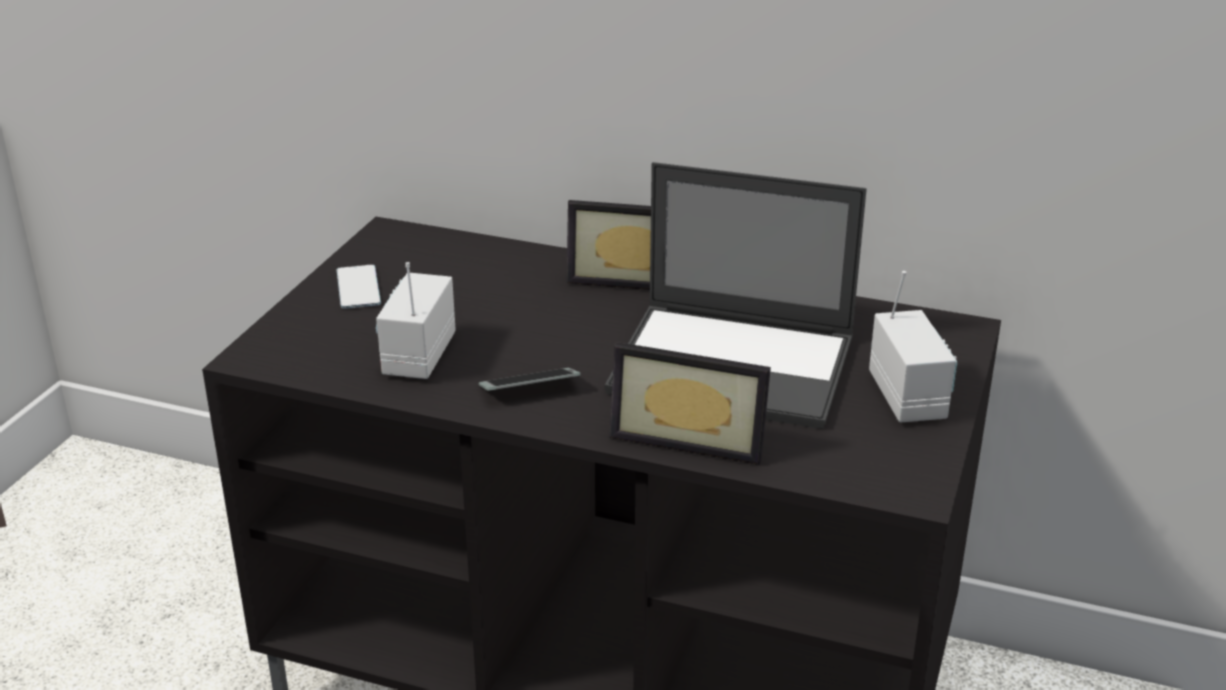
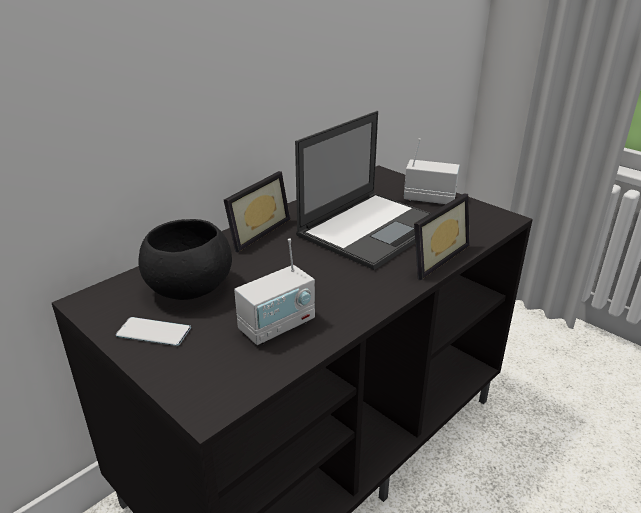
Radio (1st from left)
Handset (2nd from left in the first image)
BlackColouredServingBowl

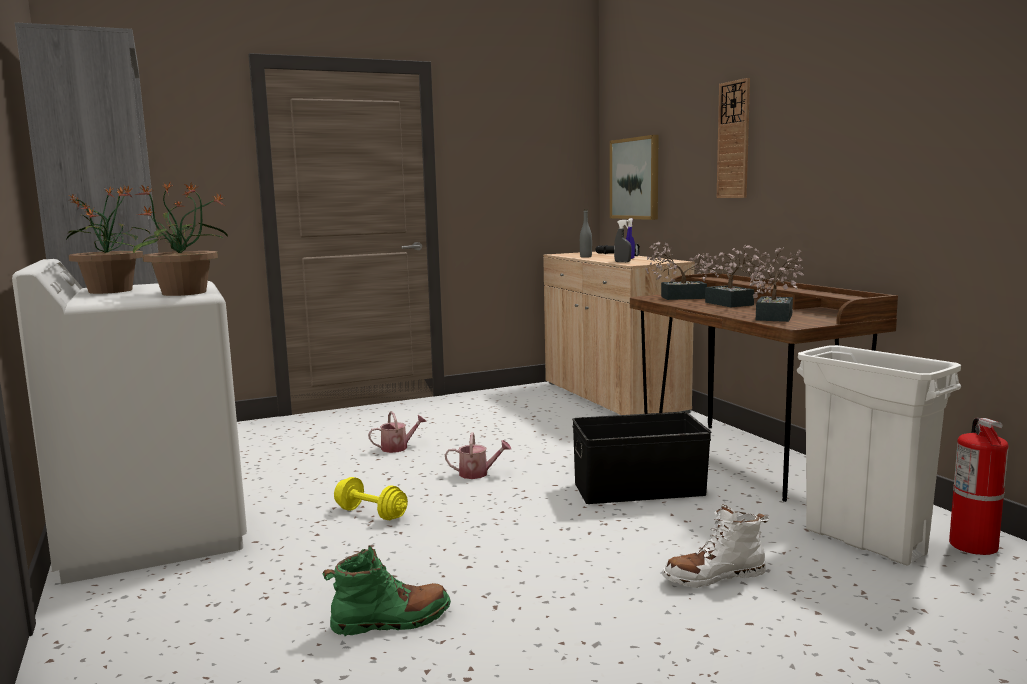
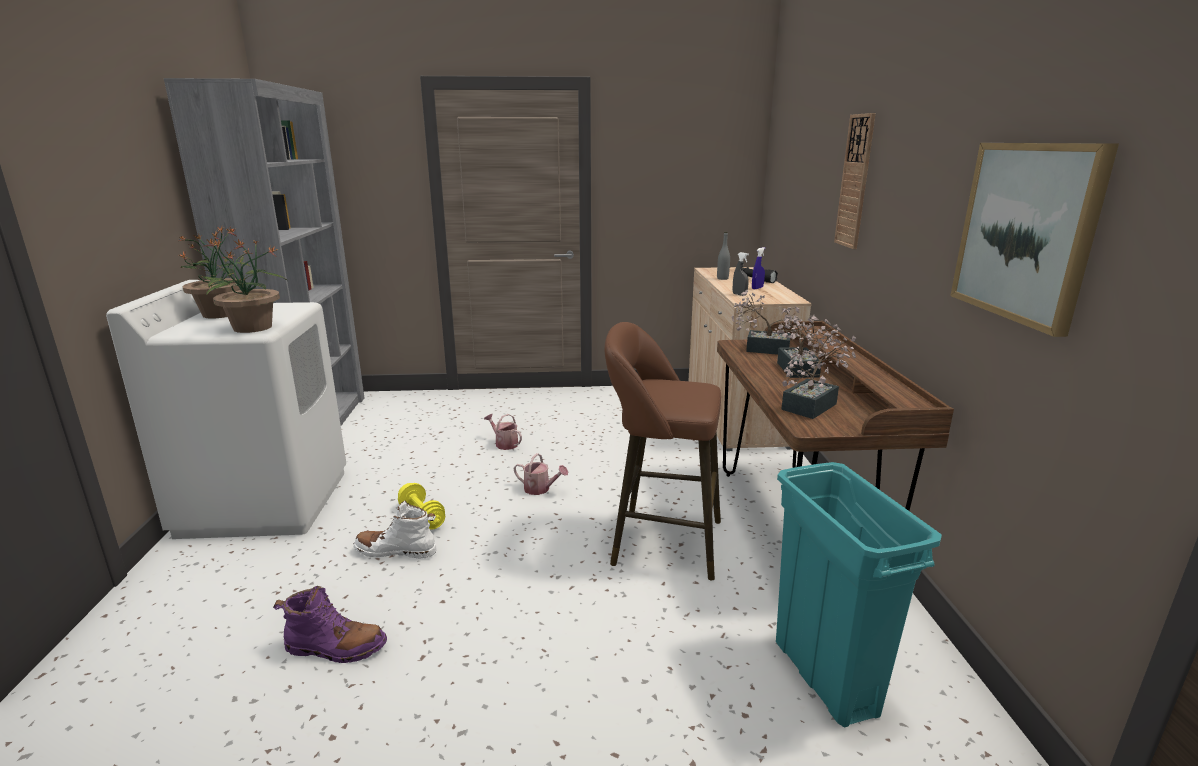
PurpleBoot
SprinklingCan (1st from left)
BrownColouredSittingStool
Picture
WhiteColouredBoot
BlueGreenRubbishBin
Extinguisher

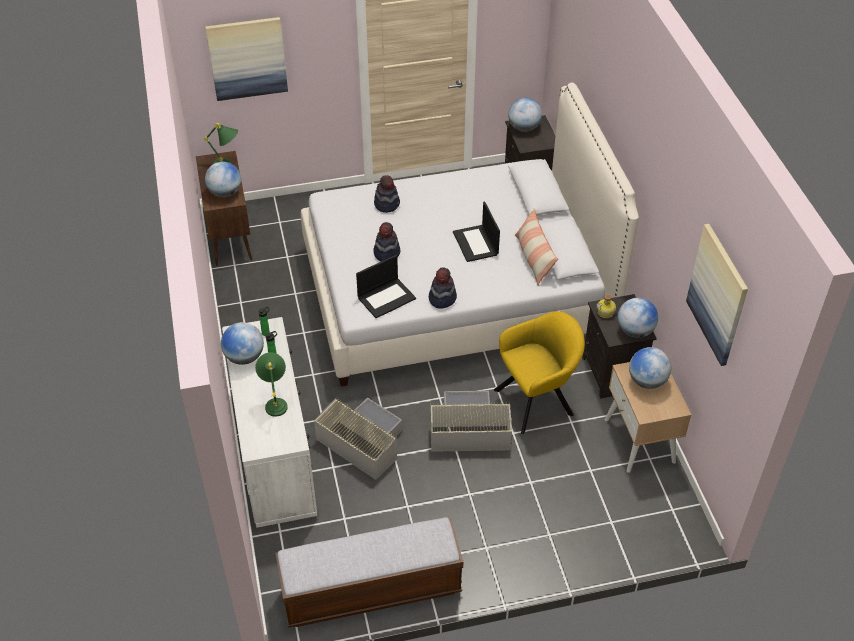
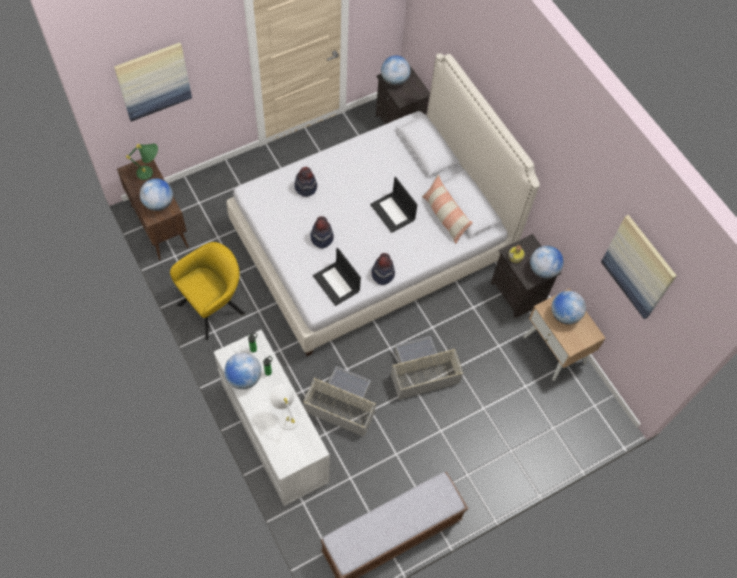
WhiteColouredTabletopLamp
NotebookComputer (1st from left)
YellowishArmchair

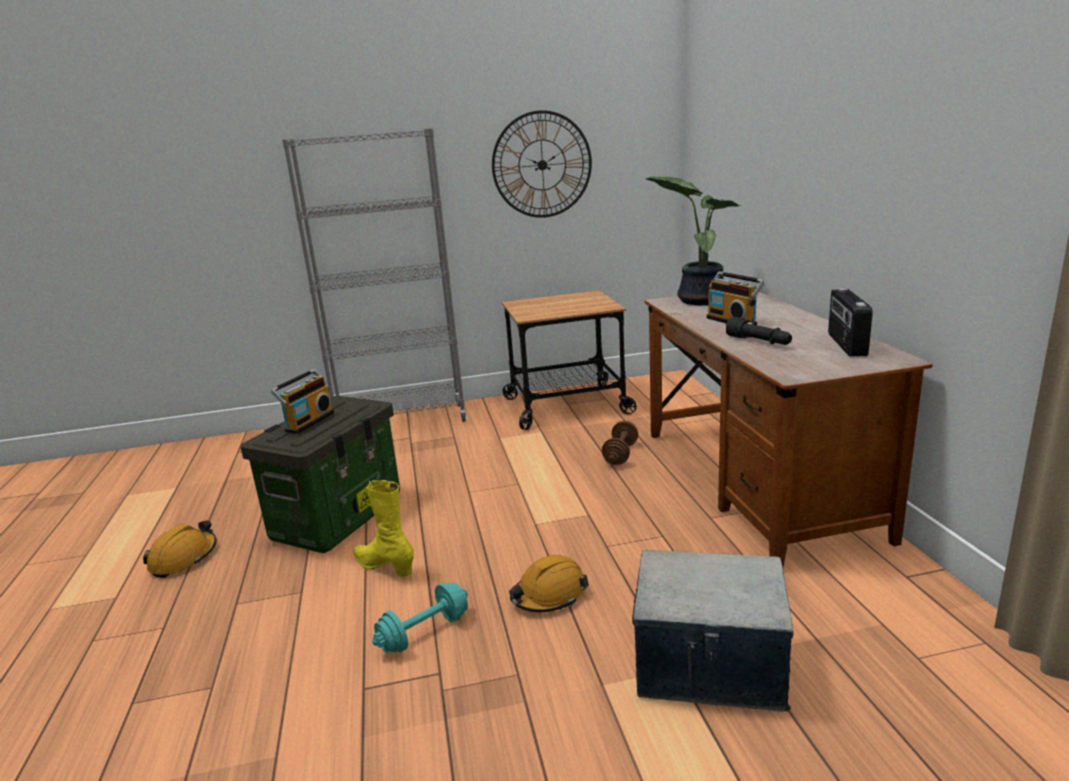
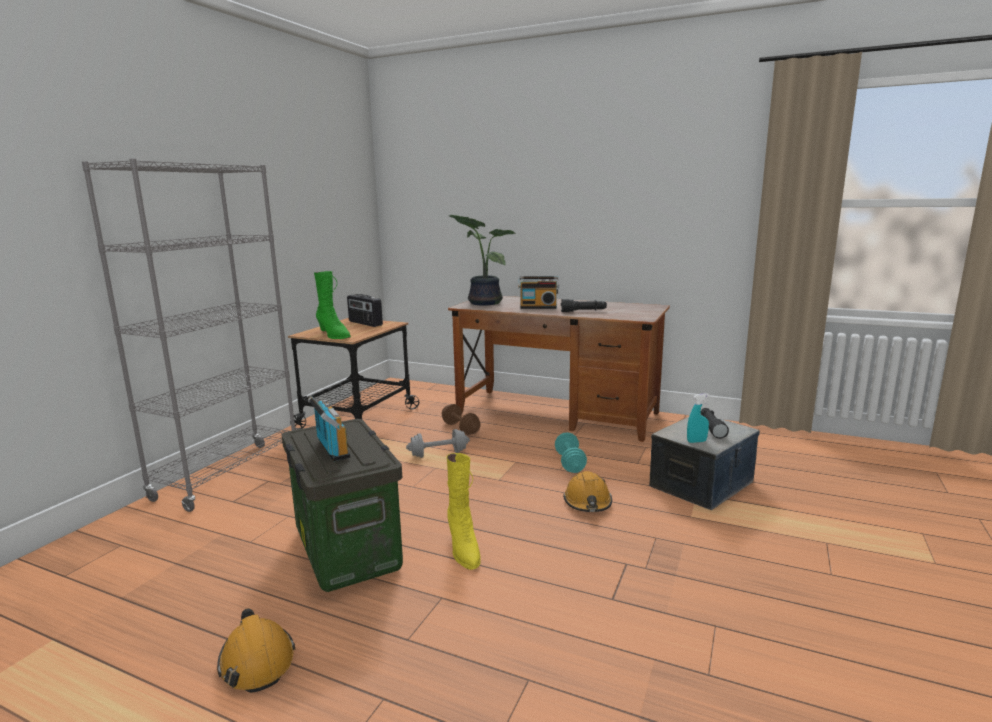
YellowishBoot
BlueGreenHandWeight
HangingClock
Radio (2nd from left)
GreenBoot
GreyishHandWeight
BlueGreenSprayBottle
BlackColouredTorch (2nd from left)

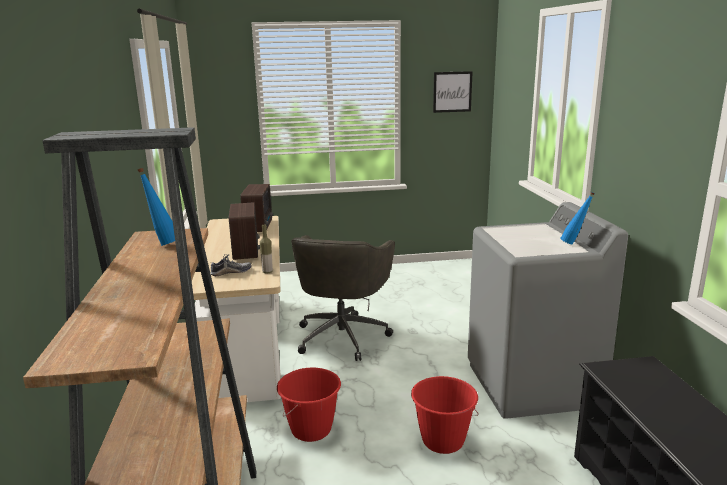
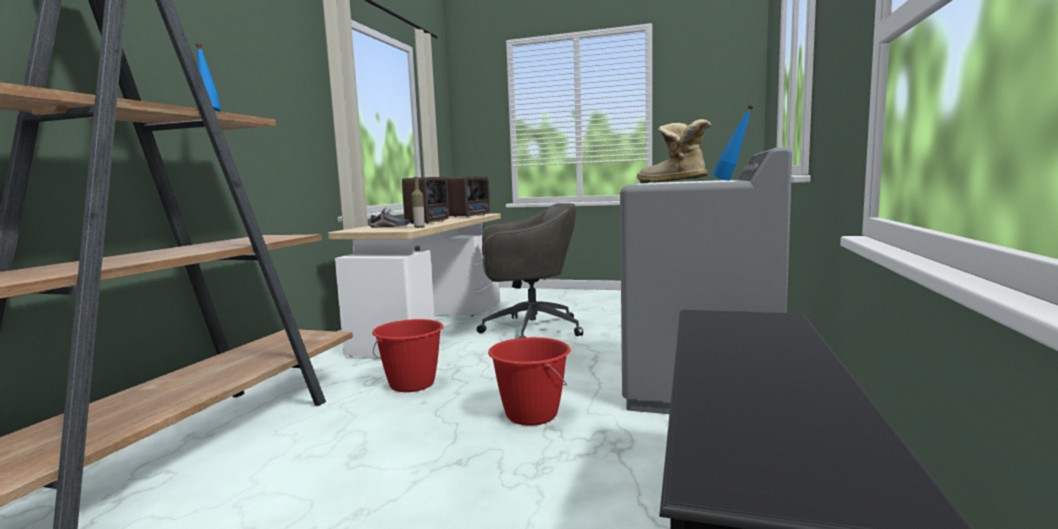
GreyishOfficeChair
Picture
Boot

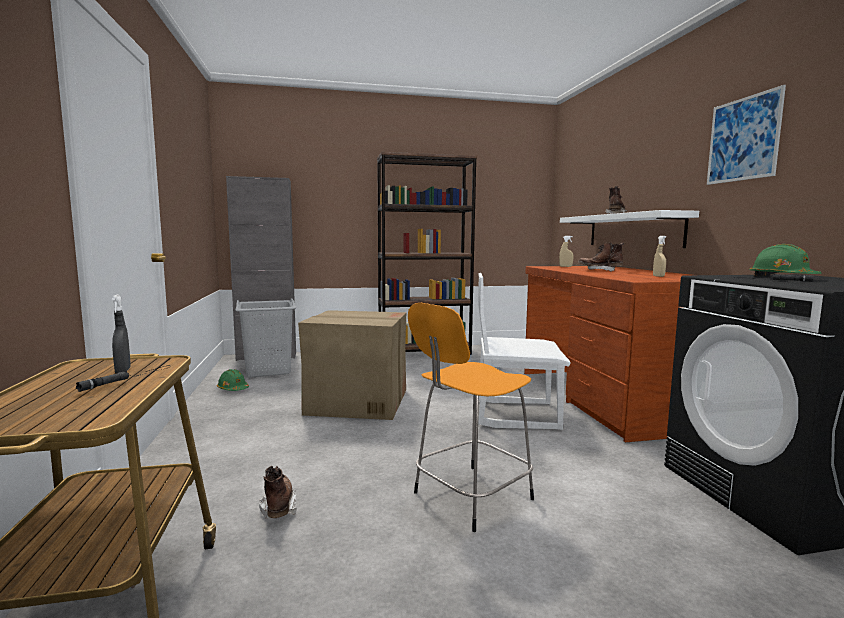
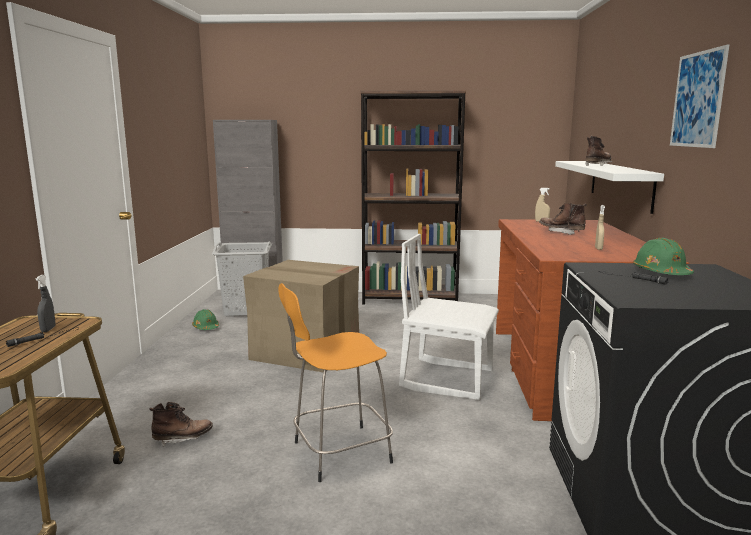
BrownColouredBoot (1st from left)

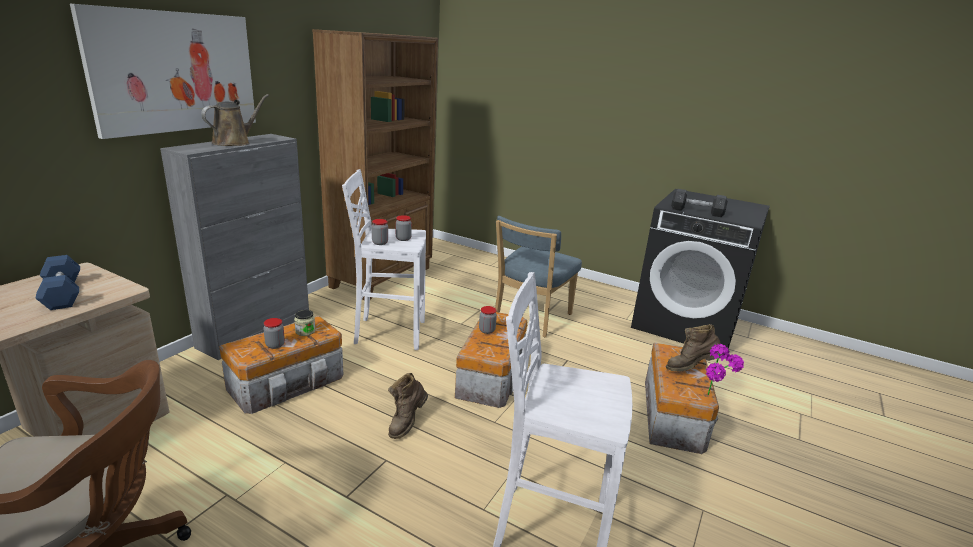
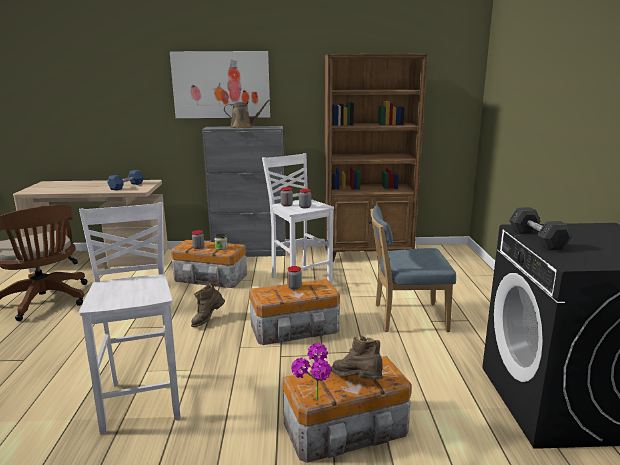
BrownColouredBoot (1st from left)

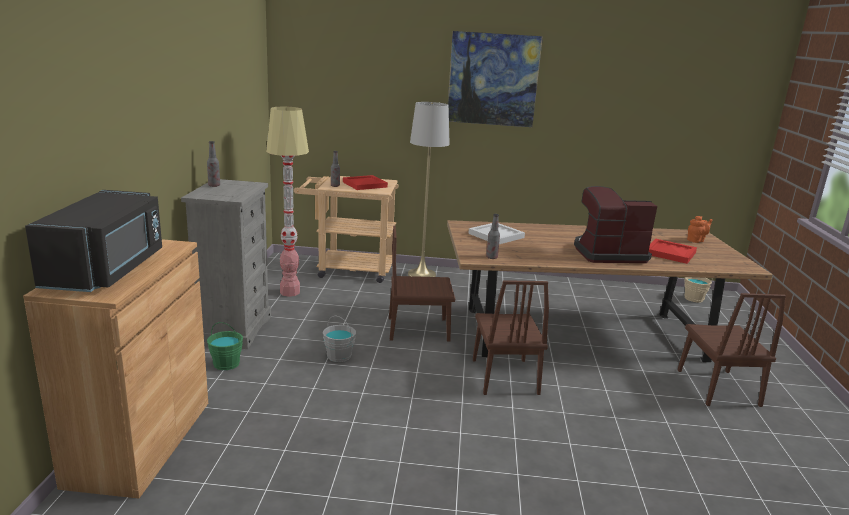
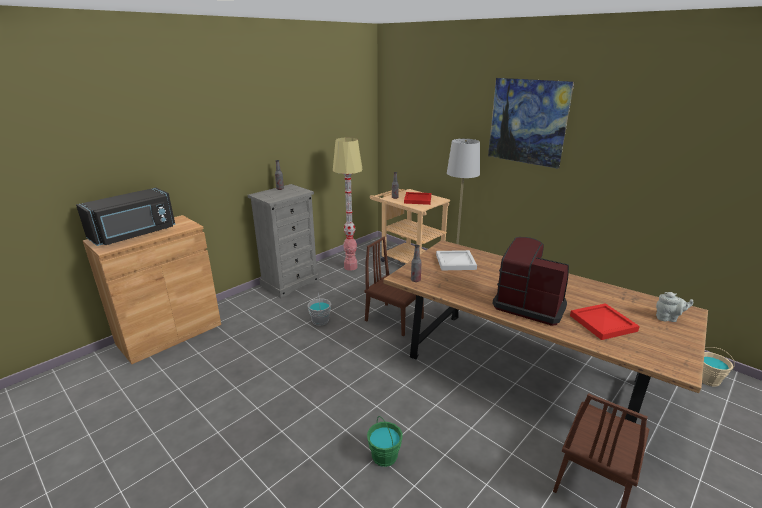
GreenWaterBucket
BrownColouredChair (2nd from left in the first image)
GreyishPotForTea

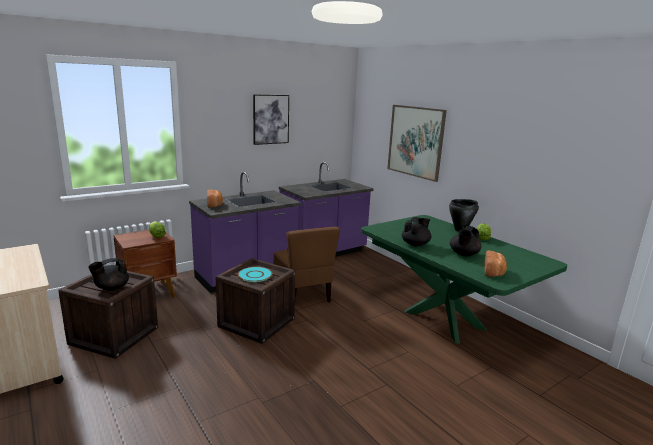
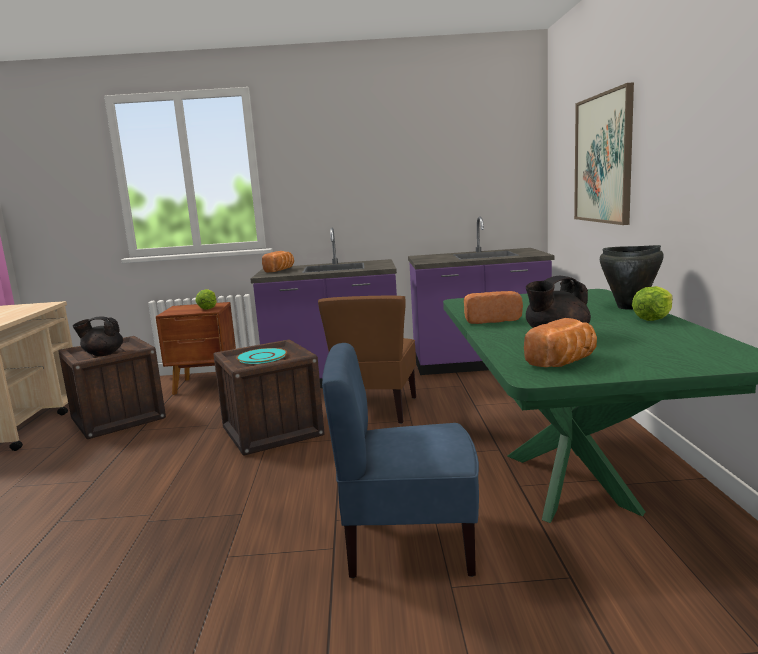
Picture (1st from left in the first image)
Bread (2nd from left)
BluishChair

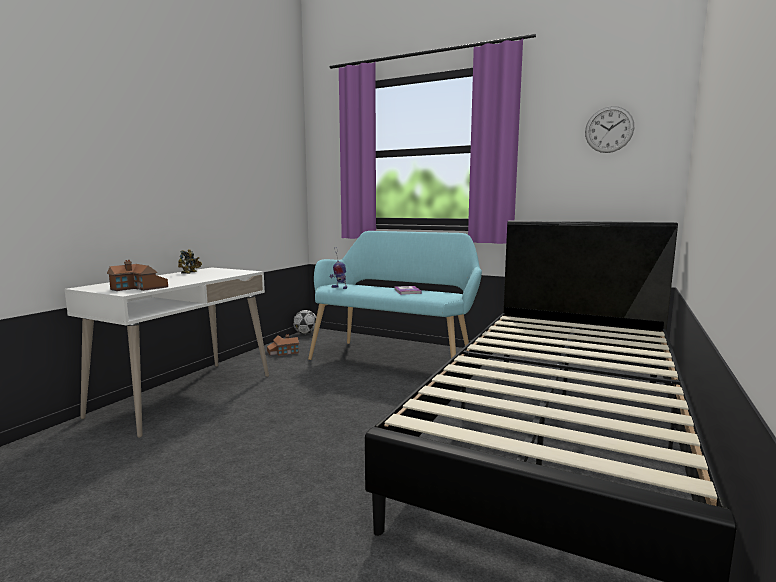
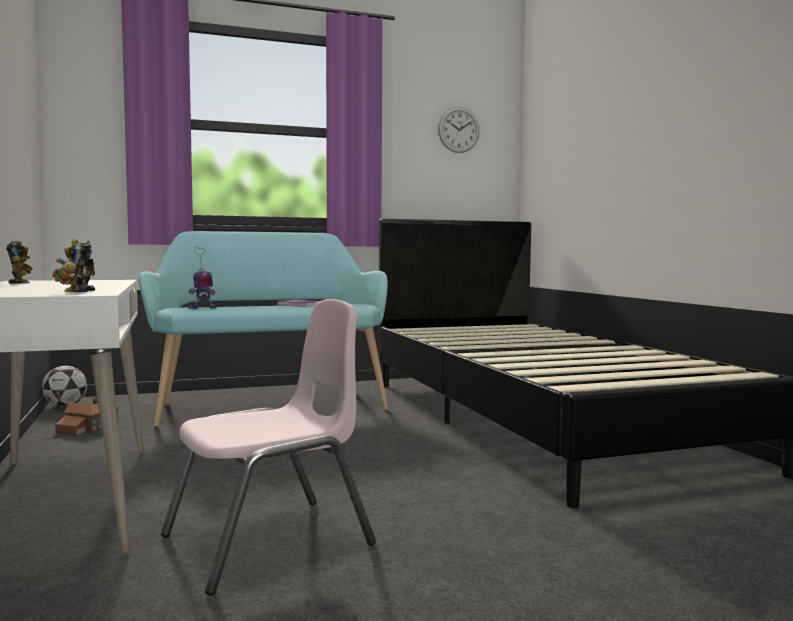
ToyRobot (2nd from left)
PinkishChair

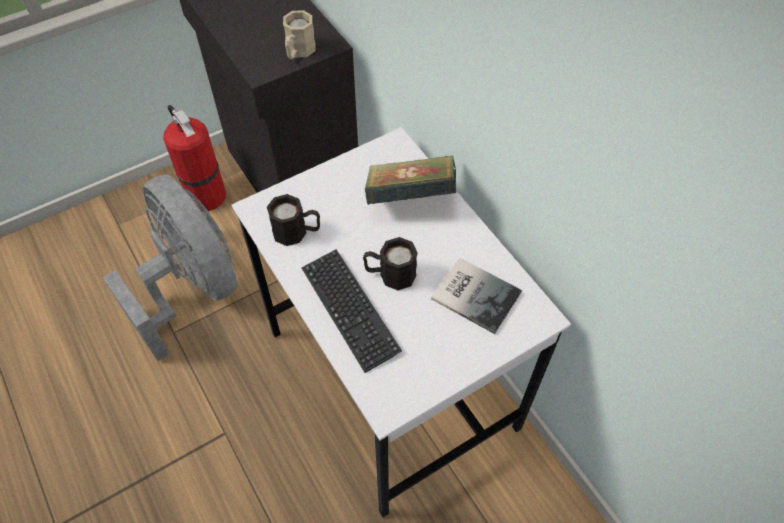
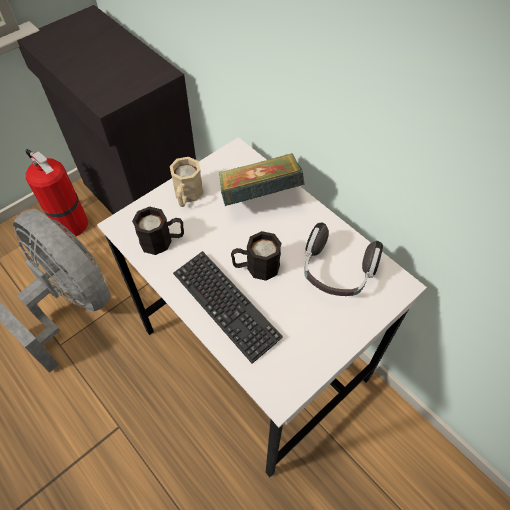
SandColouredMug
PairOfHeadphones

